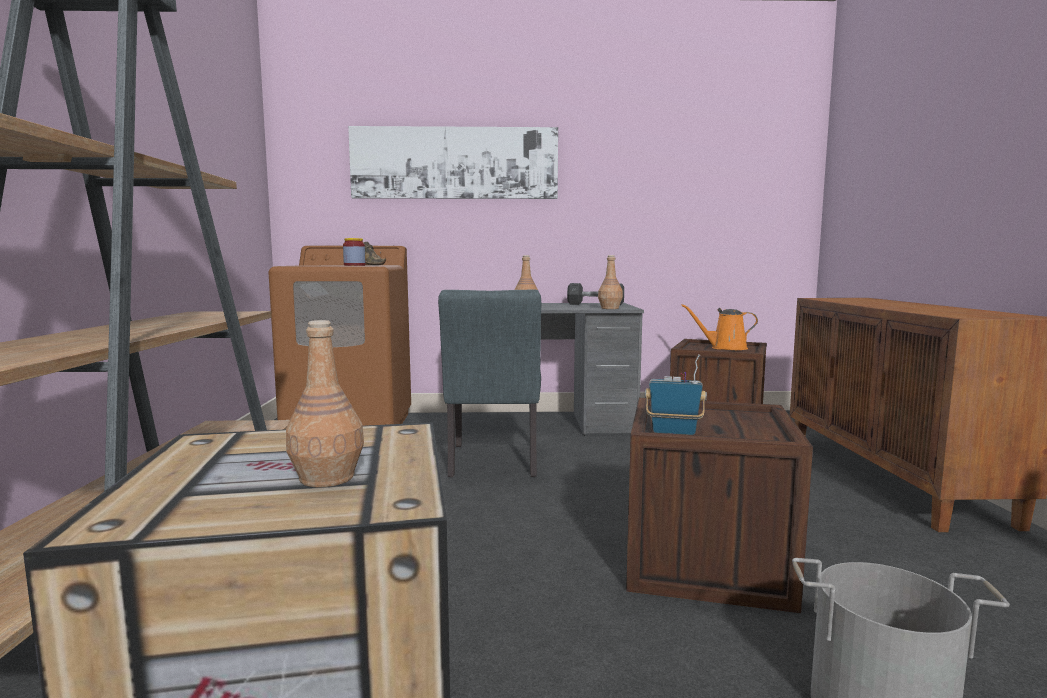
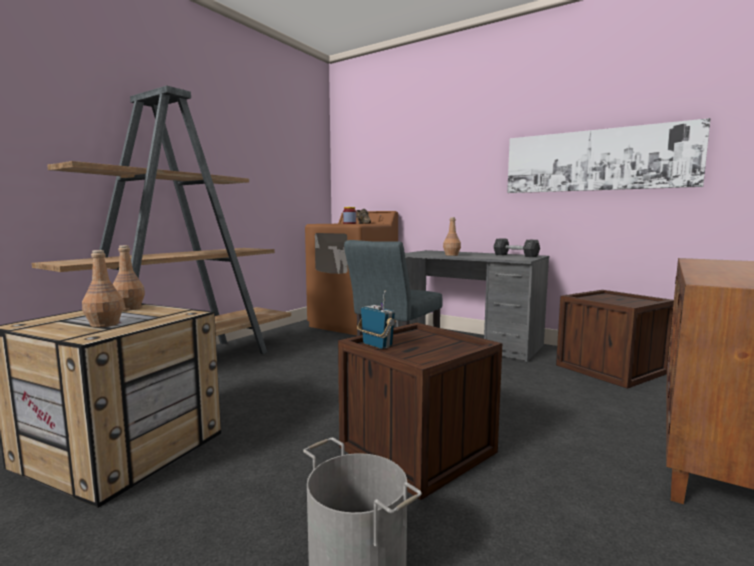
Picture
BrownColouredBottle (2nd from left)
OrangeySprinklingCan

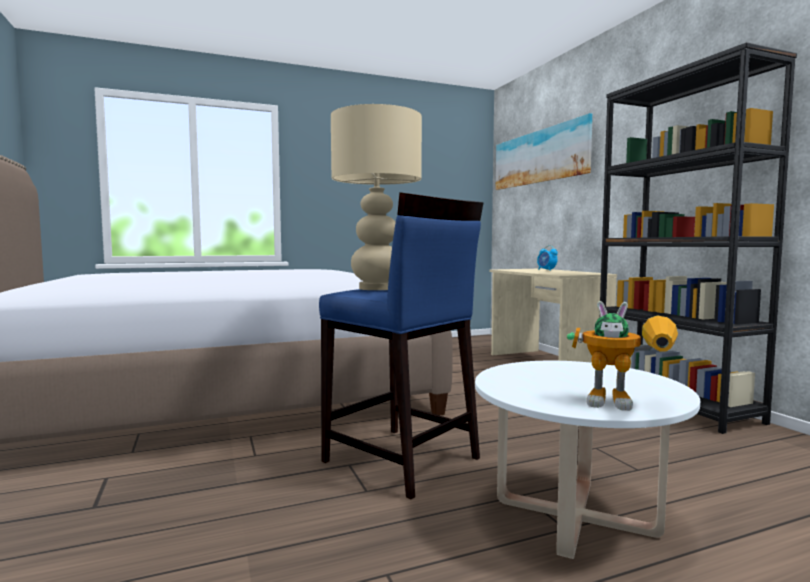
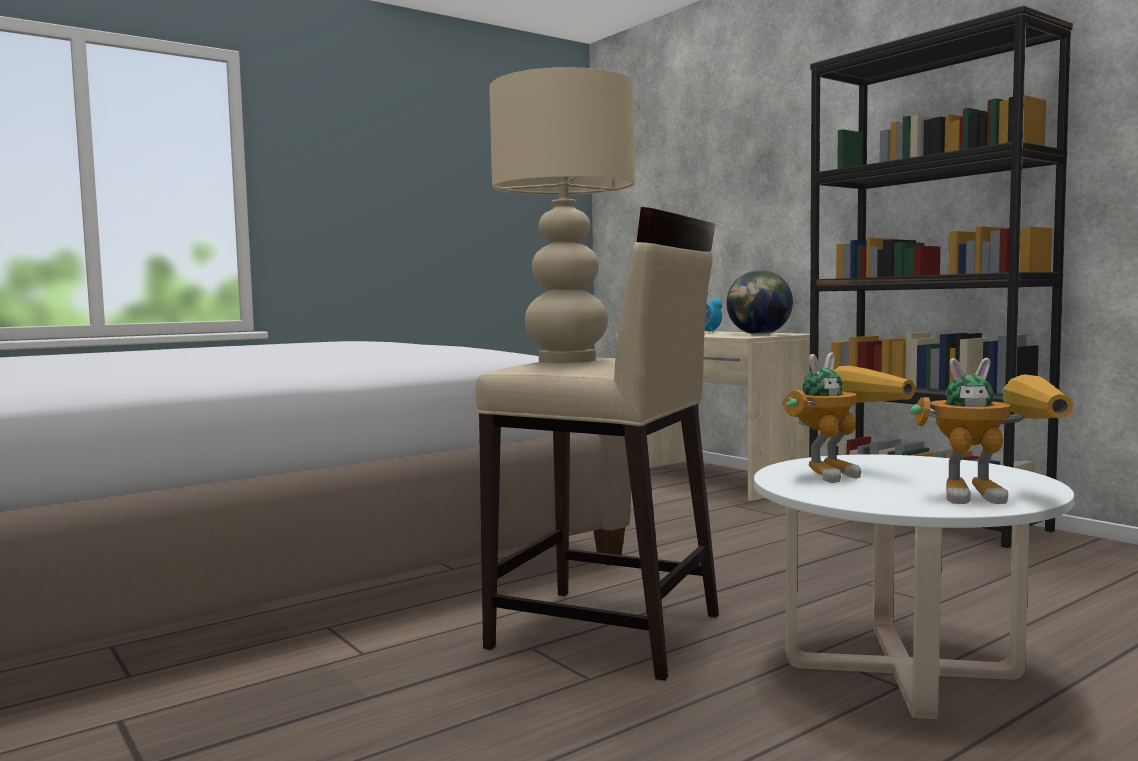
SandColouredSittingStool
Picture
WorldGlobe
ToyRobot (1st from left)

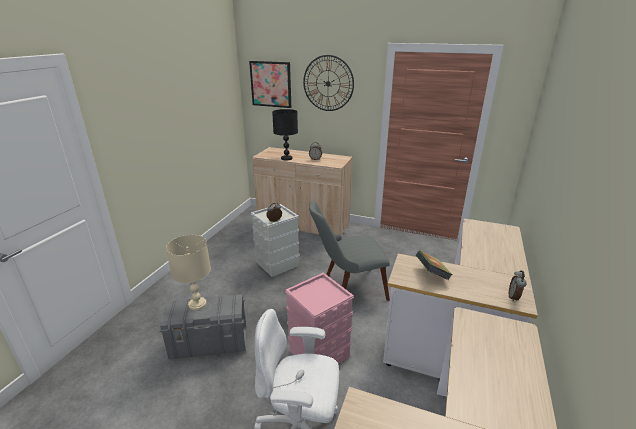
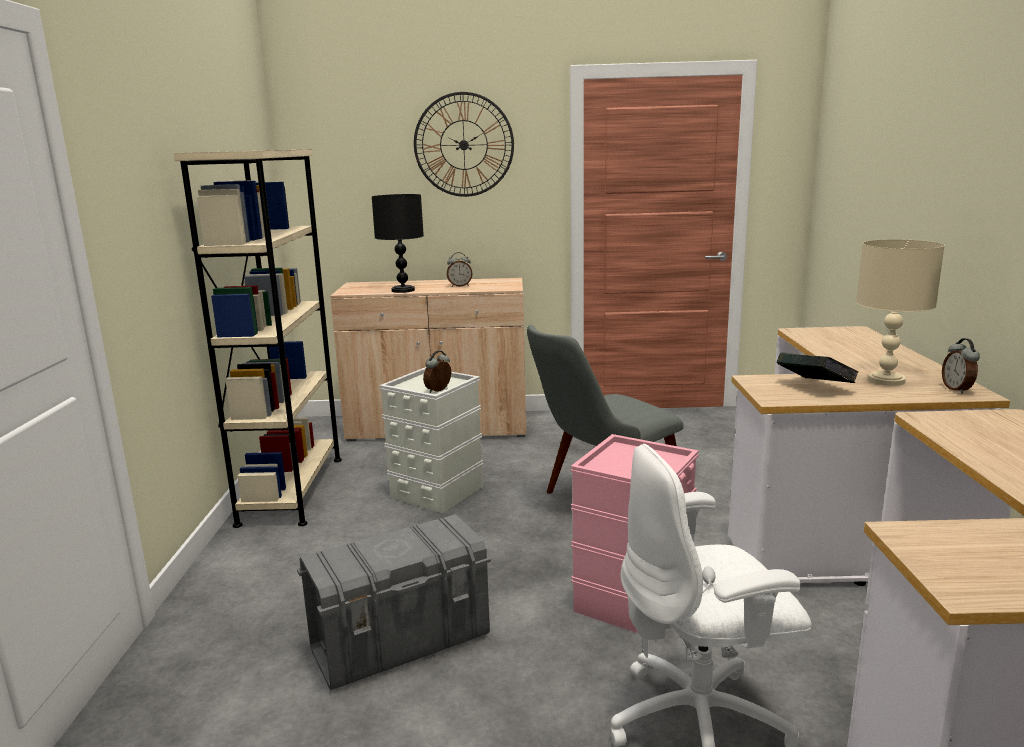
SandColouredTabletopLamp
Picture
SandColouredShelvingUnit

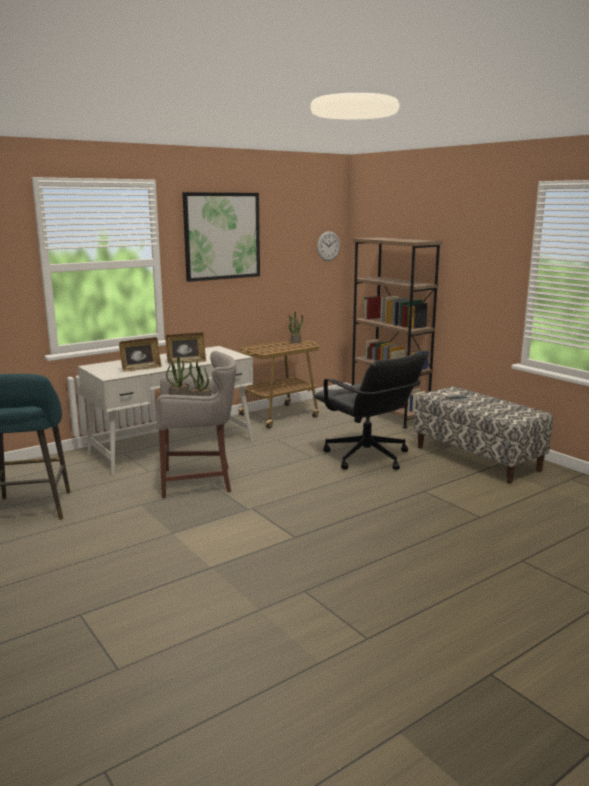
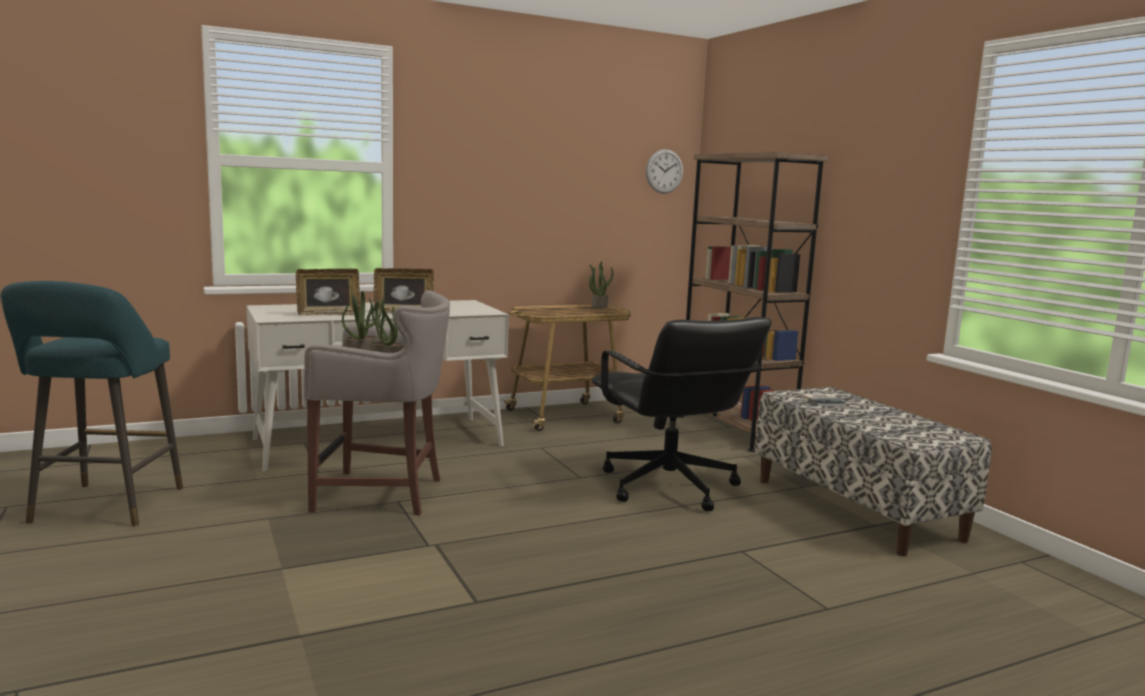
Picture

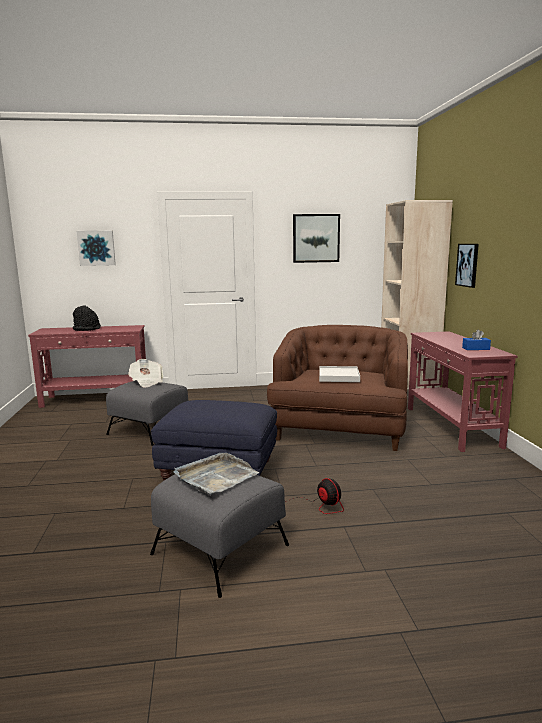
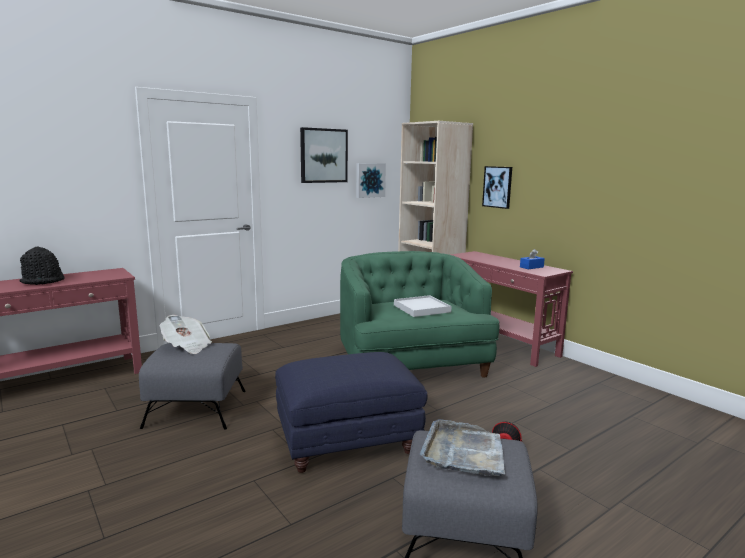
Picture (2nd from left)
GreenArmchair

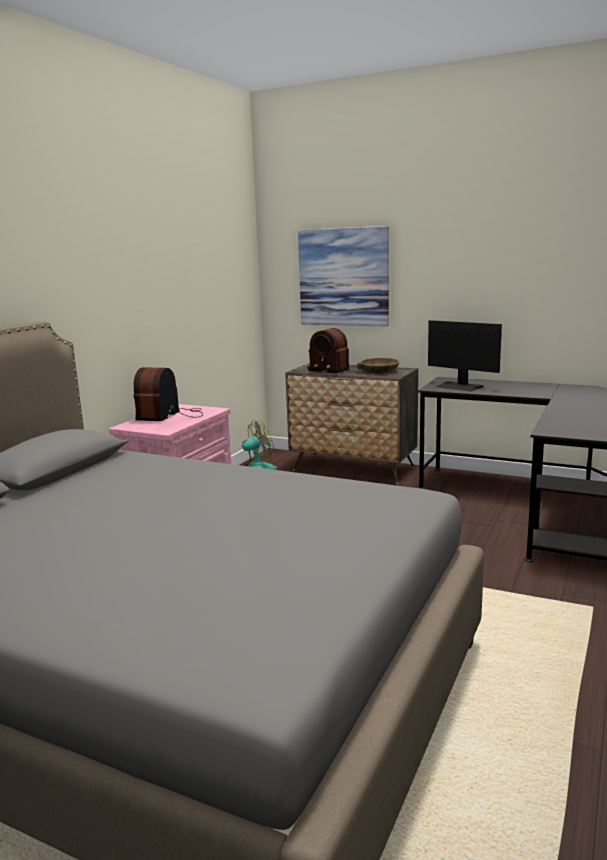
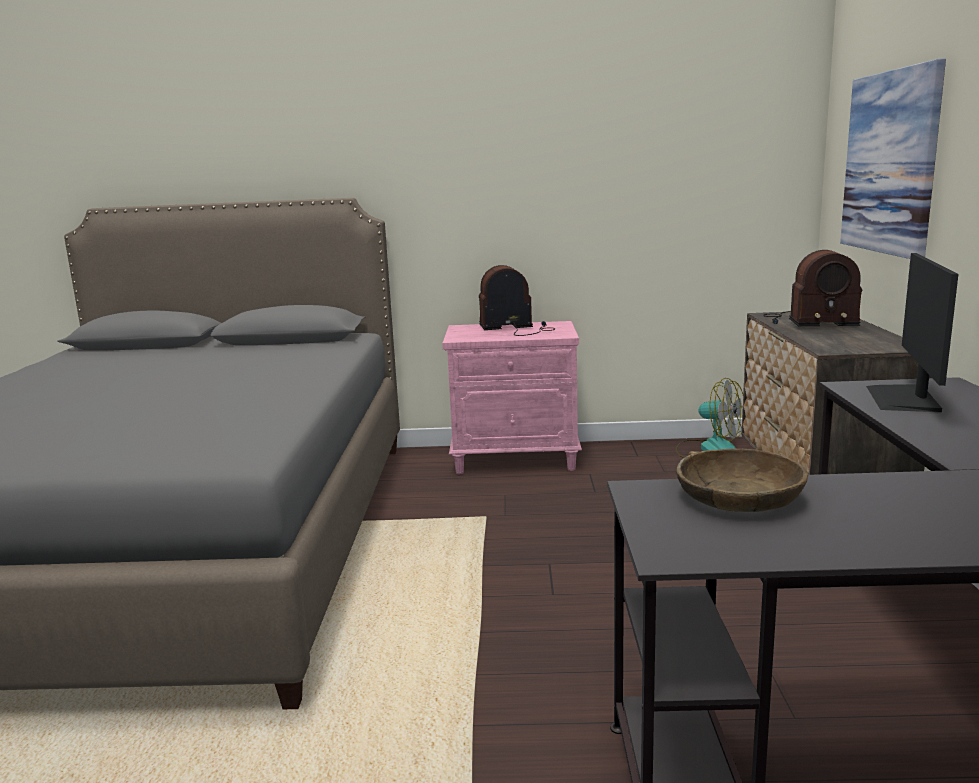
Radio (2nd from left)
BrownColouredServingBowl

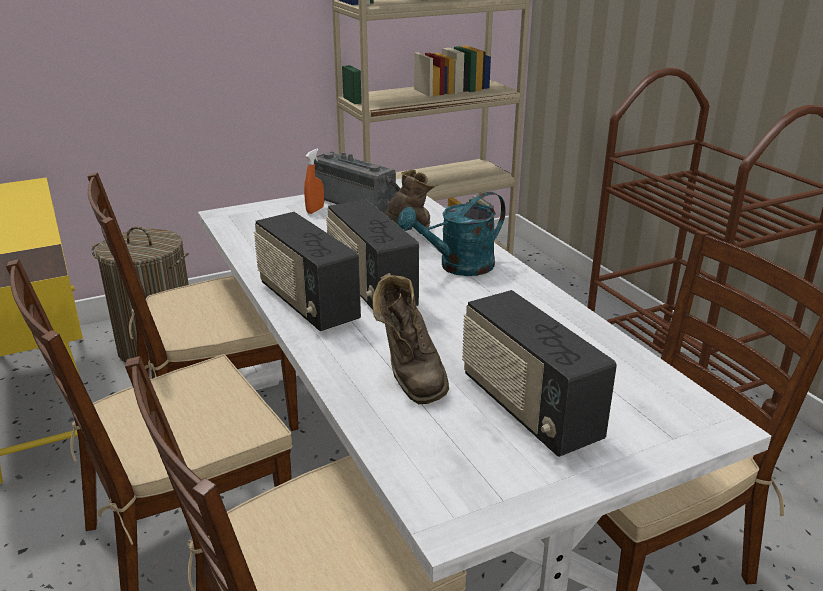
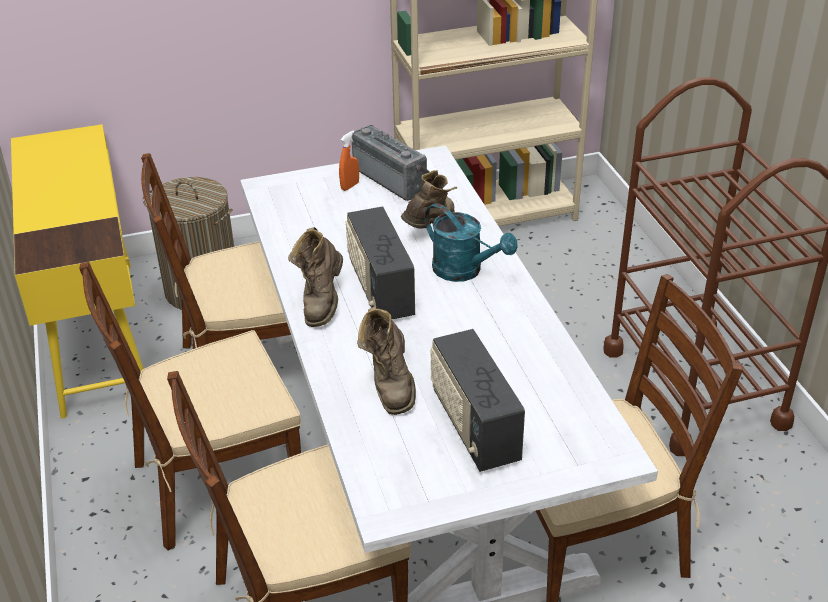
BrownColouredBoot (1st from left)
BlueGreenSprinklingCan

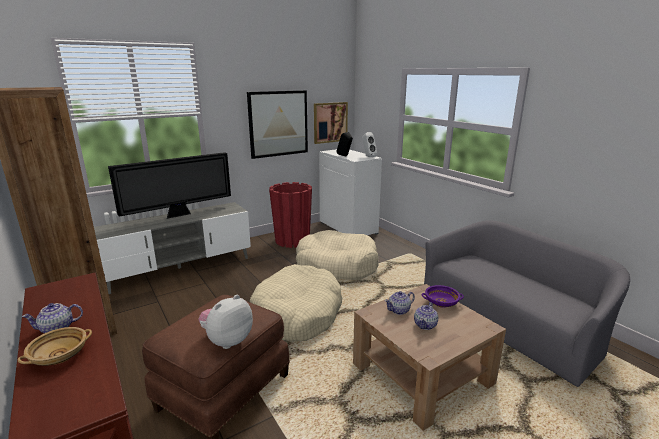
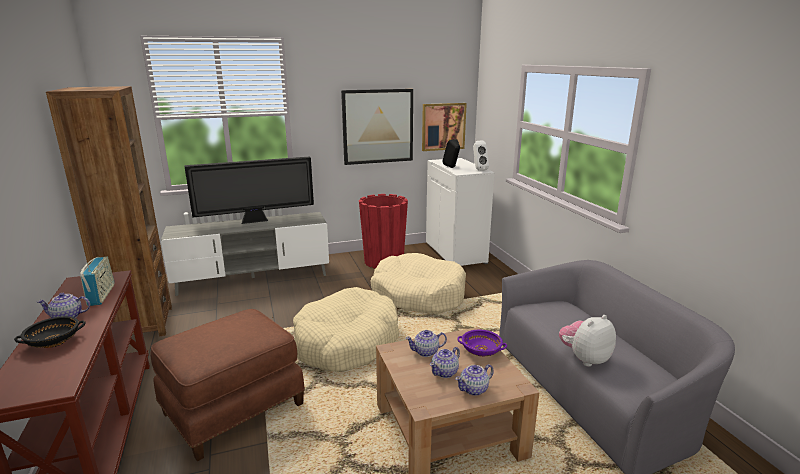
BlackColouredServingBowl
CuddlyToy
Radio
PotForTea (4th from left)

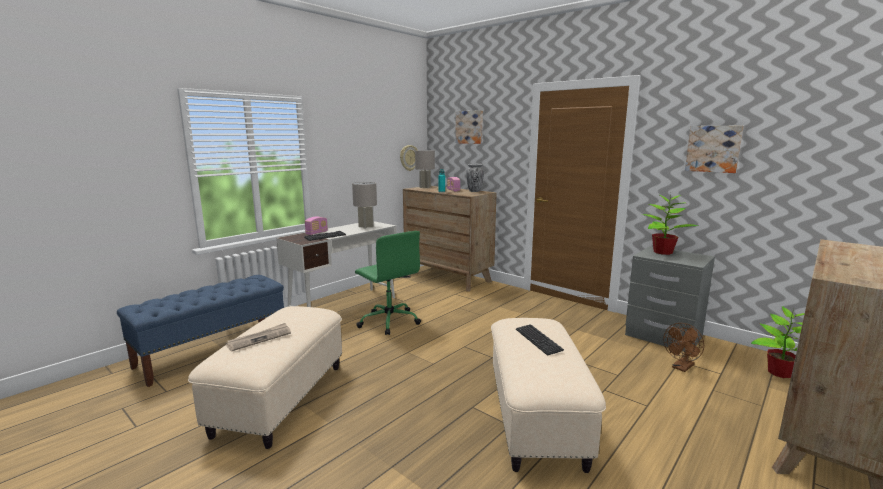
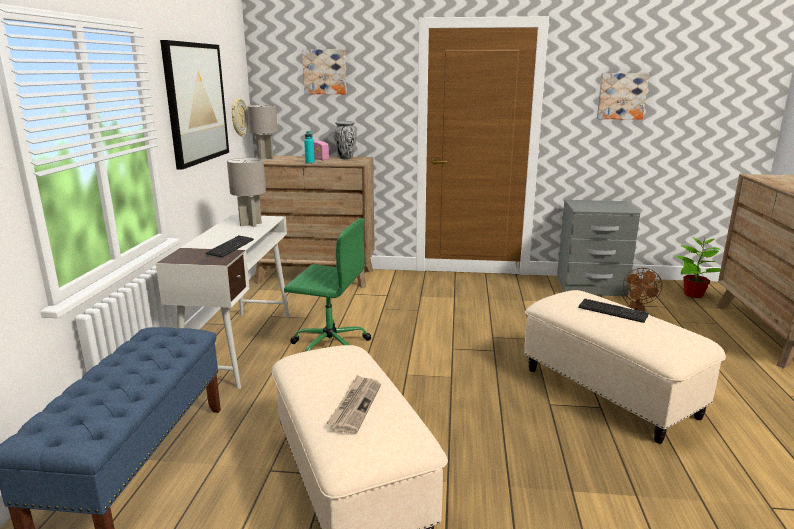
Radio (1st from left in the first image)
PottedPlant (1st from left in the first image)
Picture (1st from left)

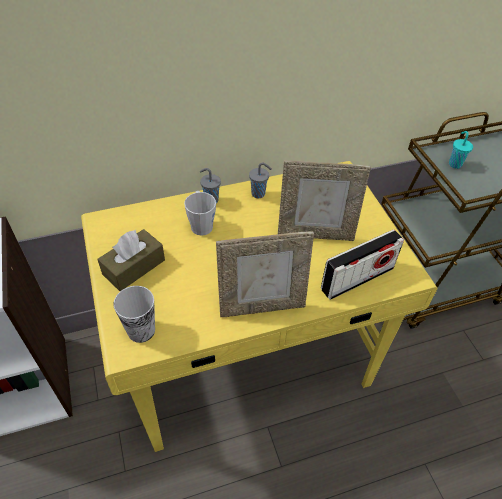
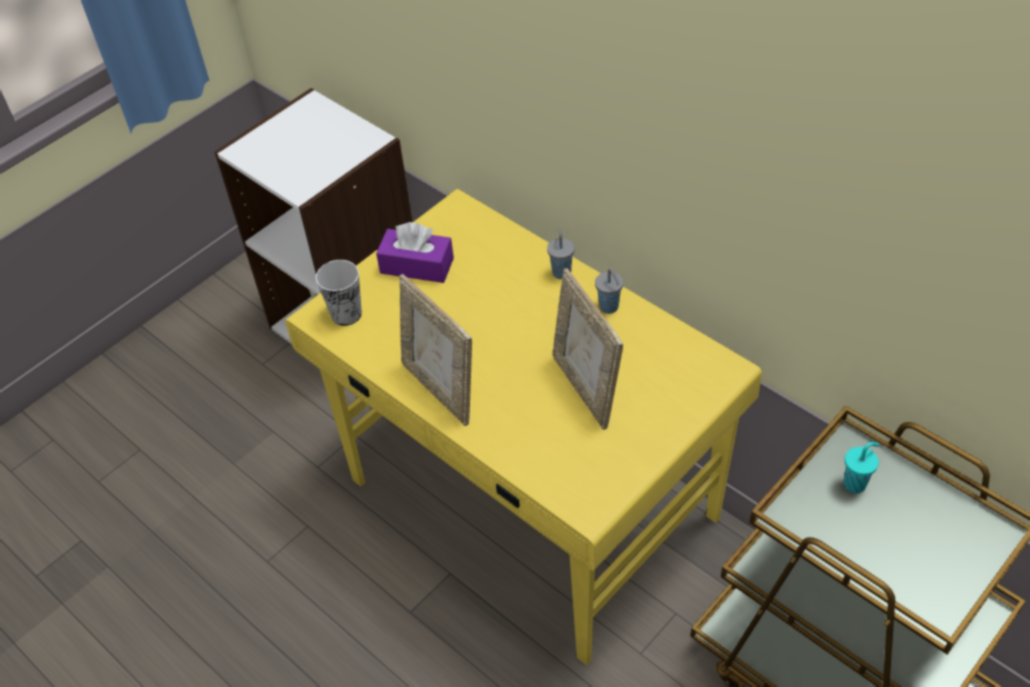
PurpleTissueHolder
GreyishMug
Radio

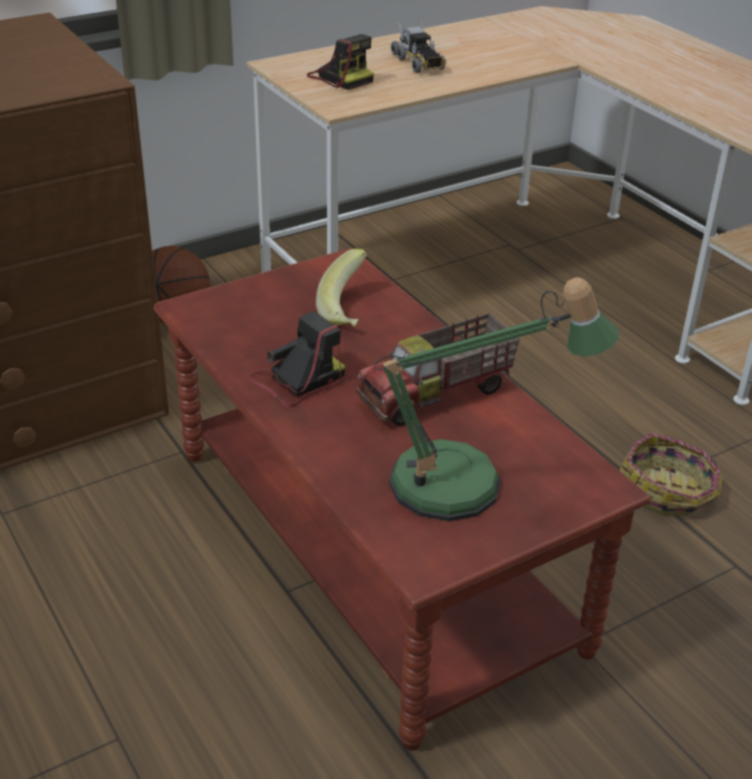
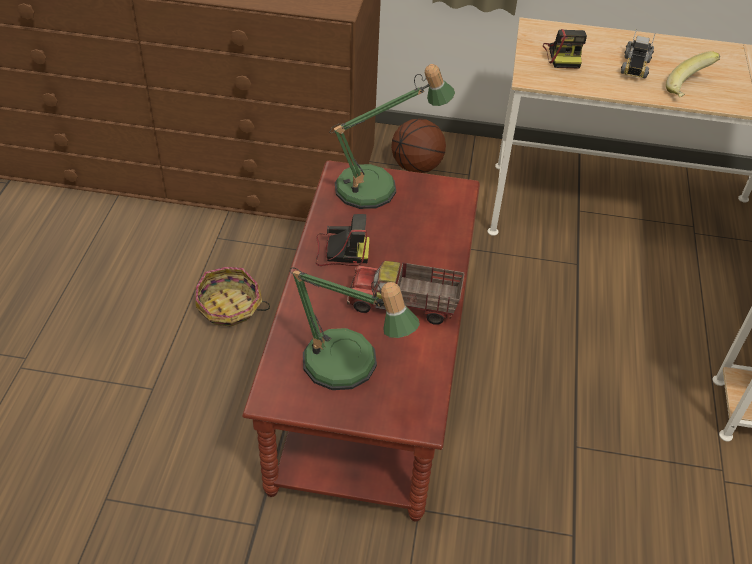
Banana
HouseholdBasket
TabletopLamp (2nd from left)

